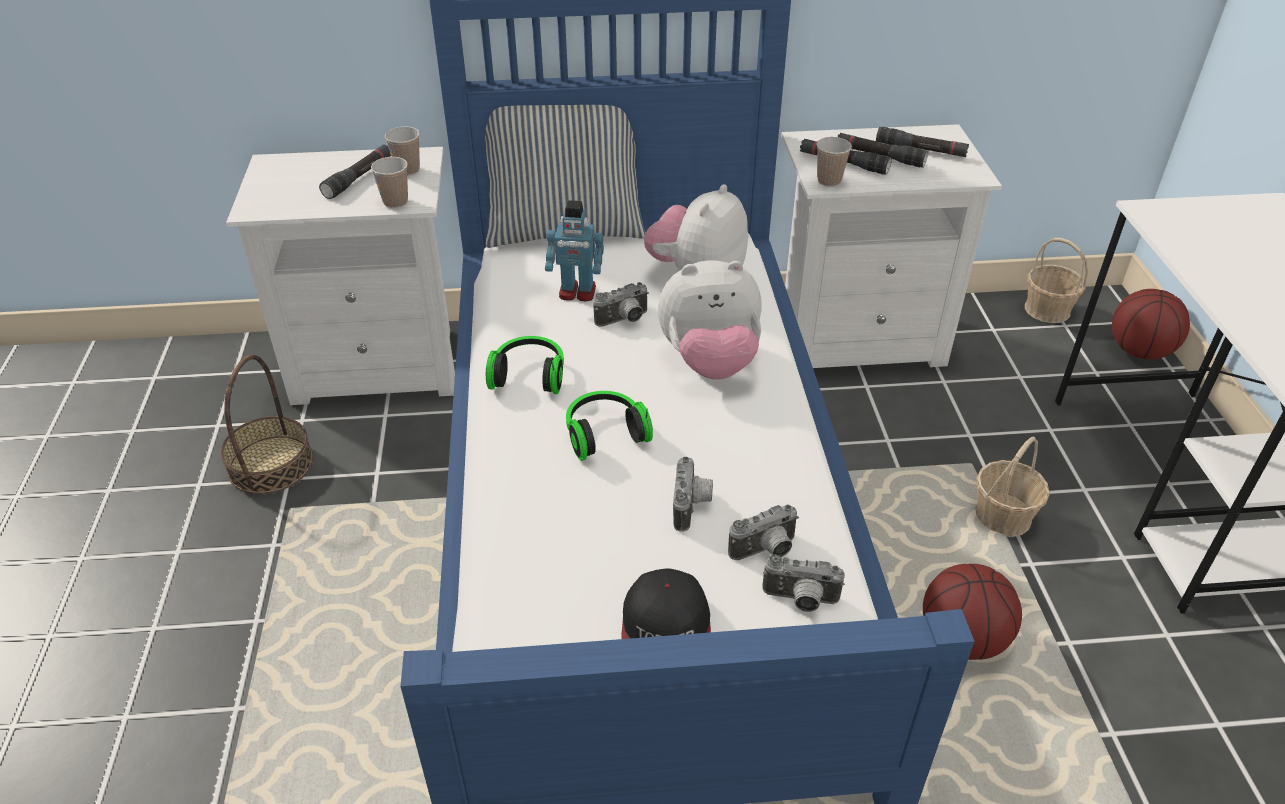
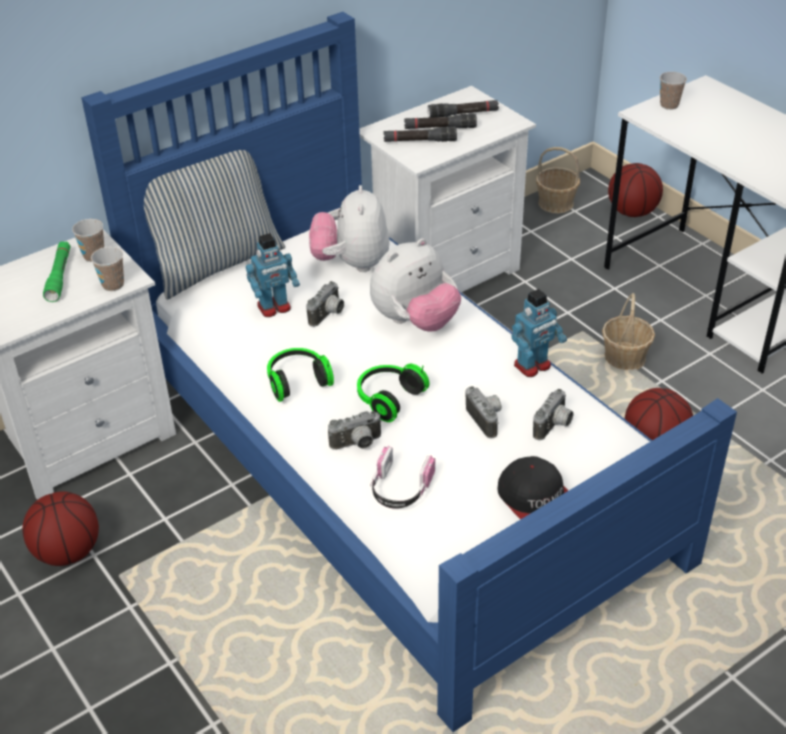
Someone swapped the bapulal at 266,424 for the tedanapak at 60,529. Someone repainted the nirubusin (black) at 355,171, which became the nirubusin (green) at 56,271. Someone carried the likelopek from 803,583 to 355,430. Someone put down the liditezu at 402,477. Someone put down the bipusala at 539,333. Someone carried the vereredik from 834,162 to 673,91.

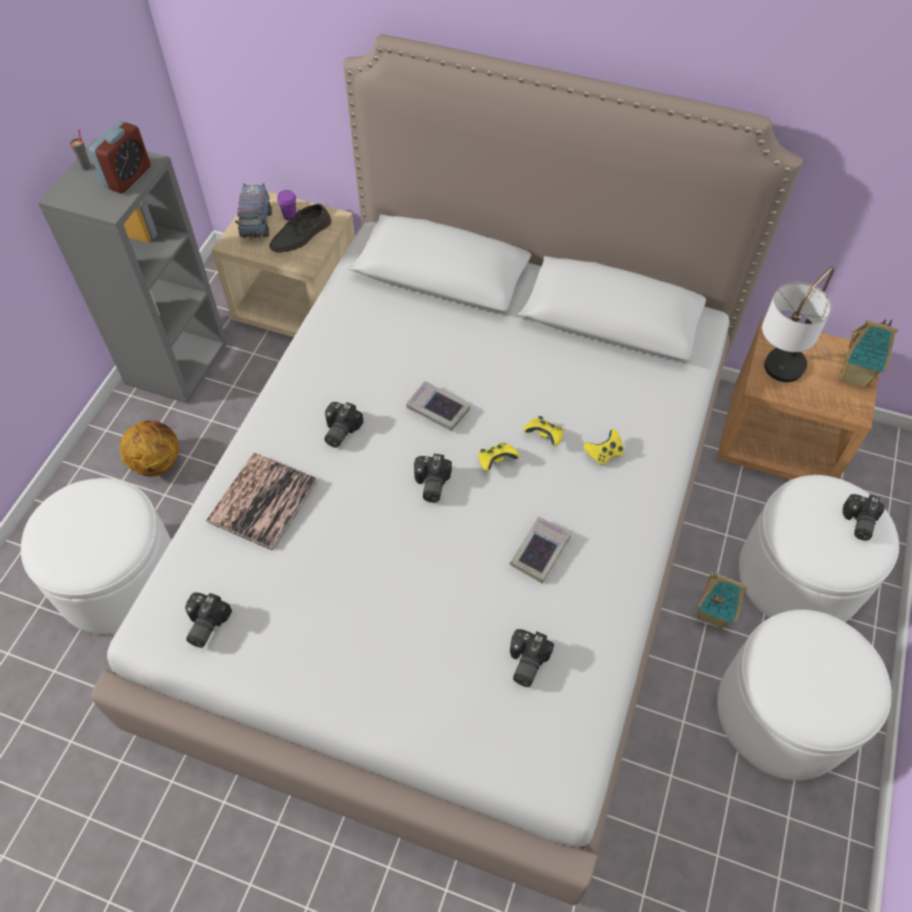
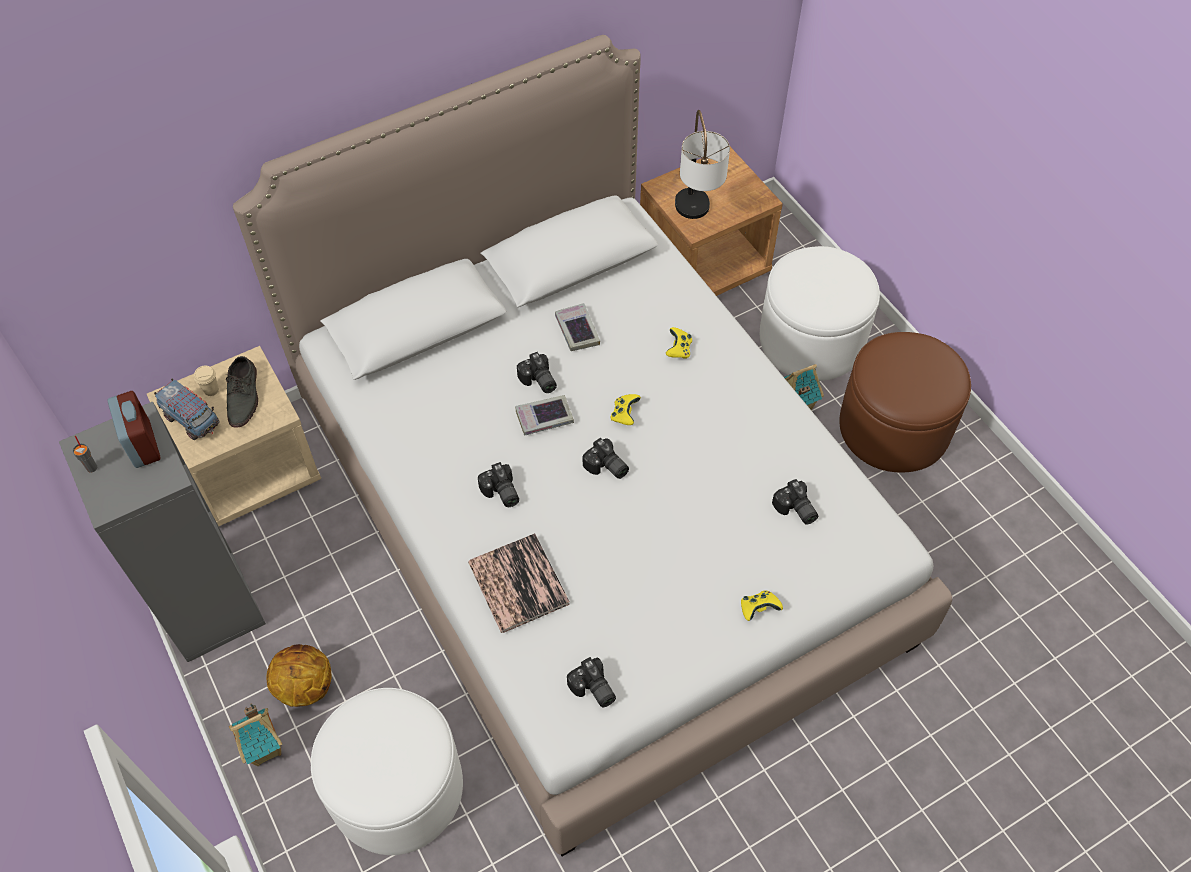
Someone repainted the vereredik (purple) at 286,205, which became the vereredik (beige) at 206,381. Someone carried the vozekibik from 869,353 to 255,734. Someone carried the likelopek from 864,517 to 537,372. Someone carried the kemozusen from 540,550 to 577,327. Someone carried the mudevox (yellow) from 543,431 to 762,605. Someone repainted the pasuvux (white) at 804,695, which became the pasuvux (brown) at 905,402.

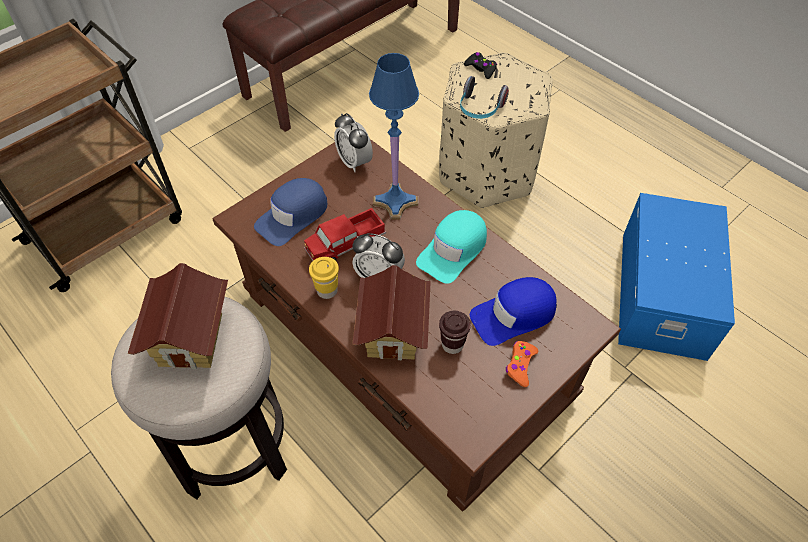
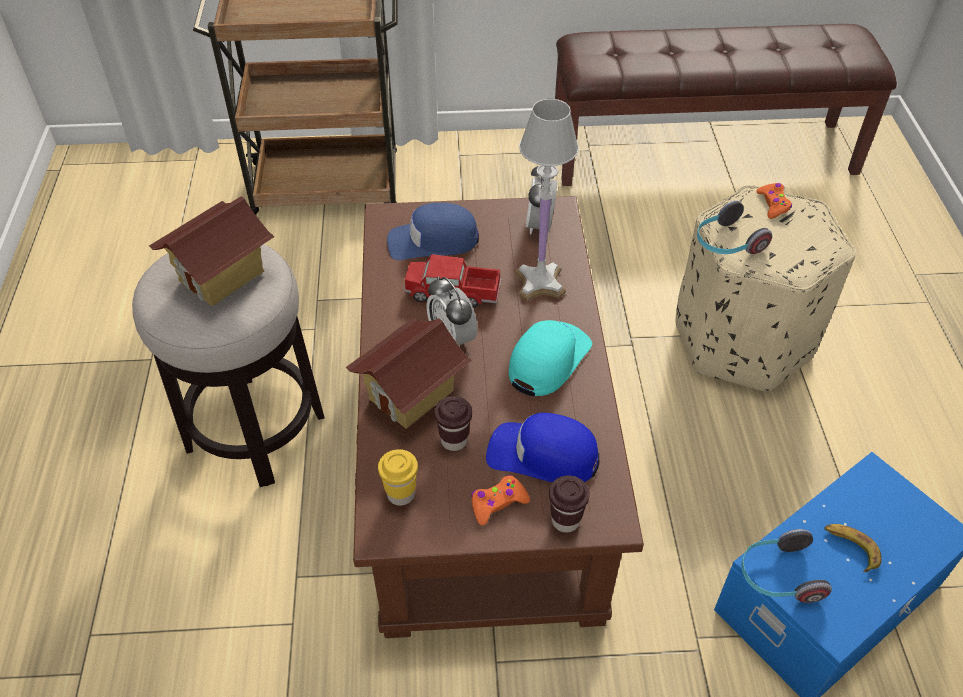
Someone carried the vereredik (yellow) from 324,278 to 398,477. Someone rotated the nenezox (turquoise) at 451,247 by 135 degrees clockwise. Someone repainted the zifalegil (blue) at 394,136, which became the zifalegil (white) at 547,200. Someone put down the vereredik (brown) at 569,503. Someone put down the liditezu at 786,566. Someone repainted the mudevox (black) at 480,65, which became the mudevox (orange) at 774,201. Someone put down the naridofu at 853,548.

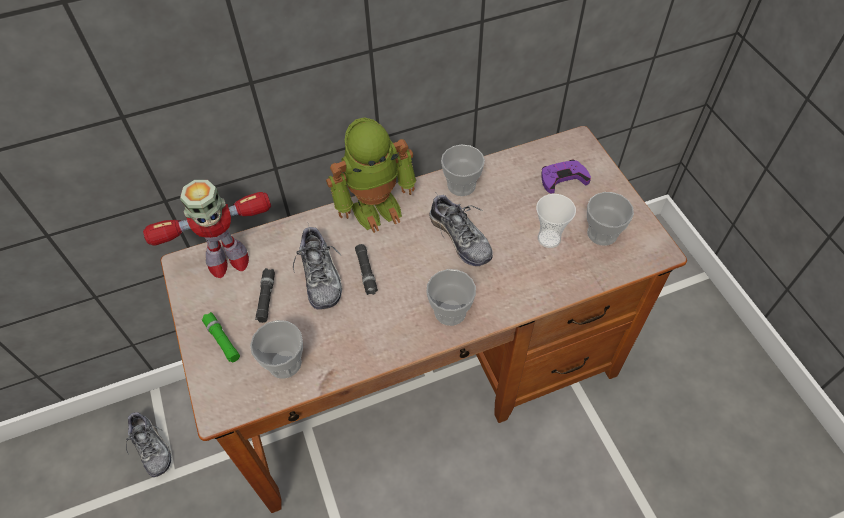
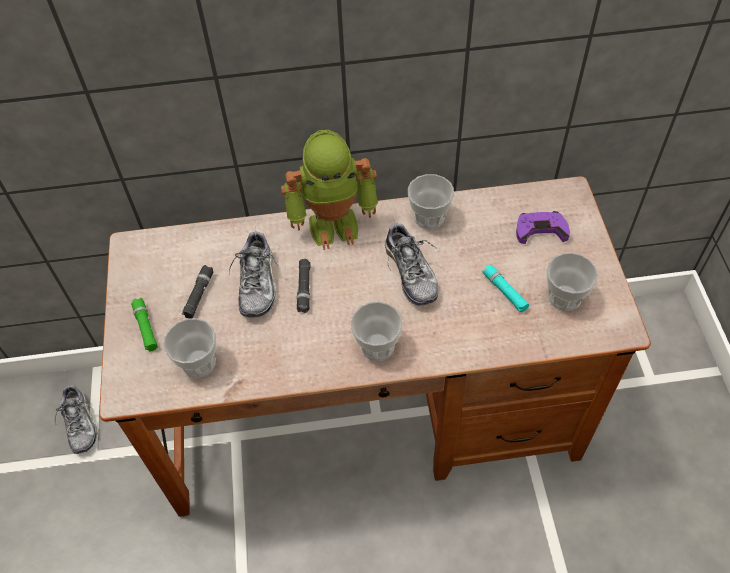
Someone swapped the vereredik at 556,221 for the nirubusin (turquoise) at 505,288. Someone took away the bipusala at 207,229.

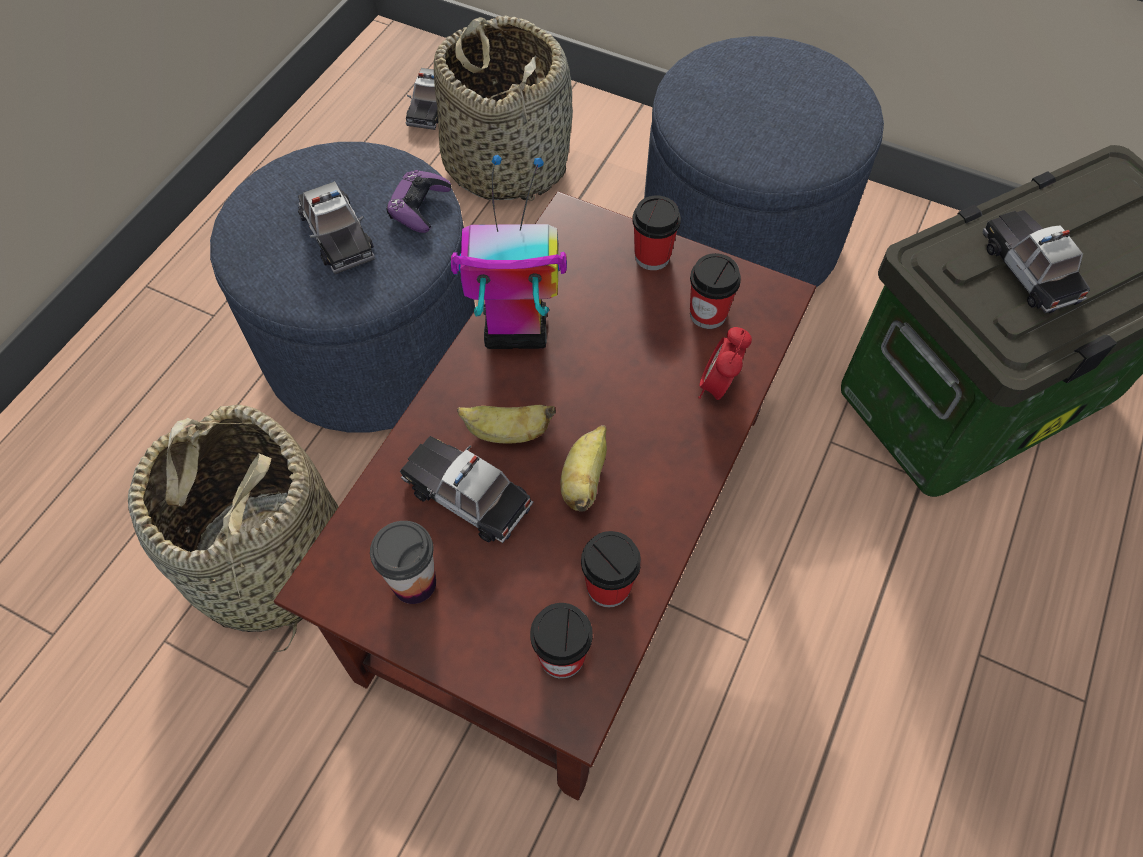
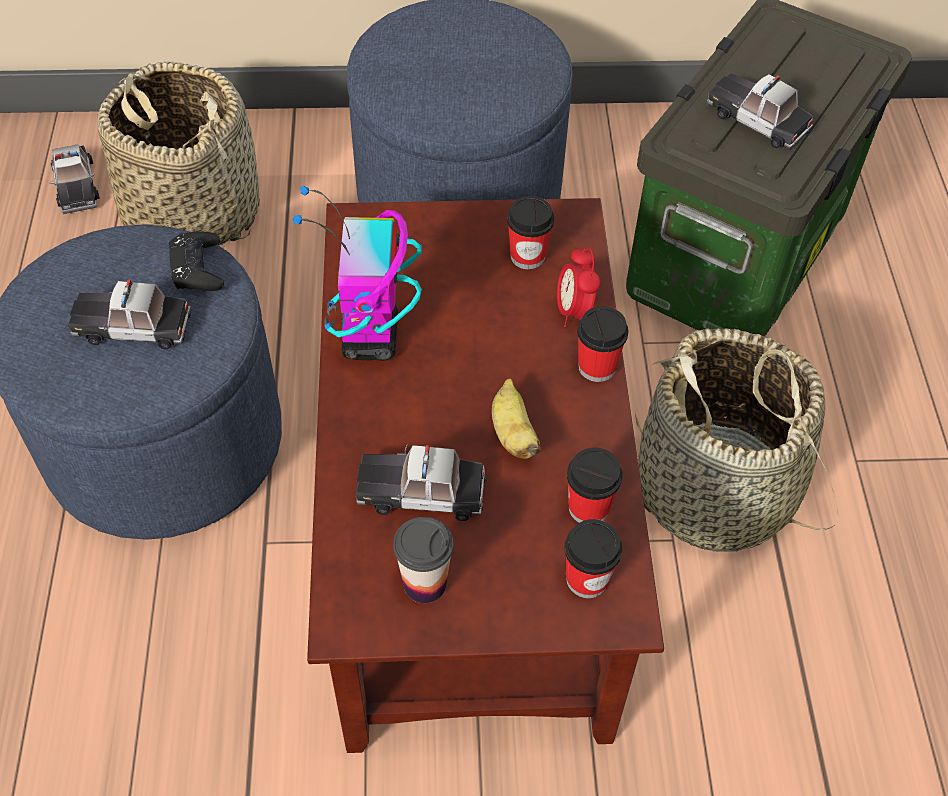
Someone rotated the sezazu at 336,227 by 150 degrees clockwise. Someone repainted the mudevox (purple) at 418,201, which became the mudevox (black) at 197,261. Someone rotated the bipusala at 509,252 by 60 degrees counterclockwise. Someone carried the vereredik from 656,233 to 602,344. Someone carried the bapulal from 233,528 to 736,440. Someone took away the naridofu at 506,424.

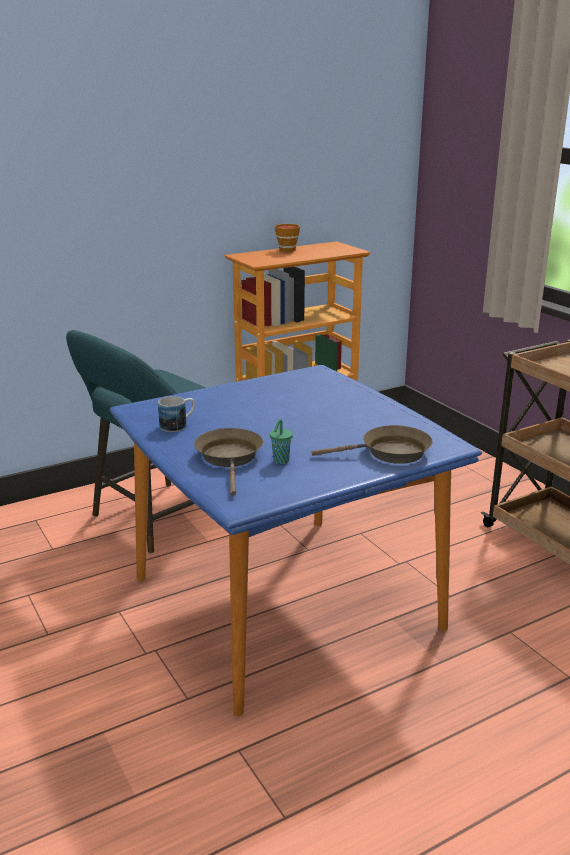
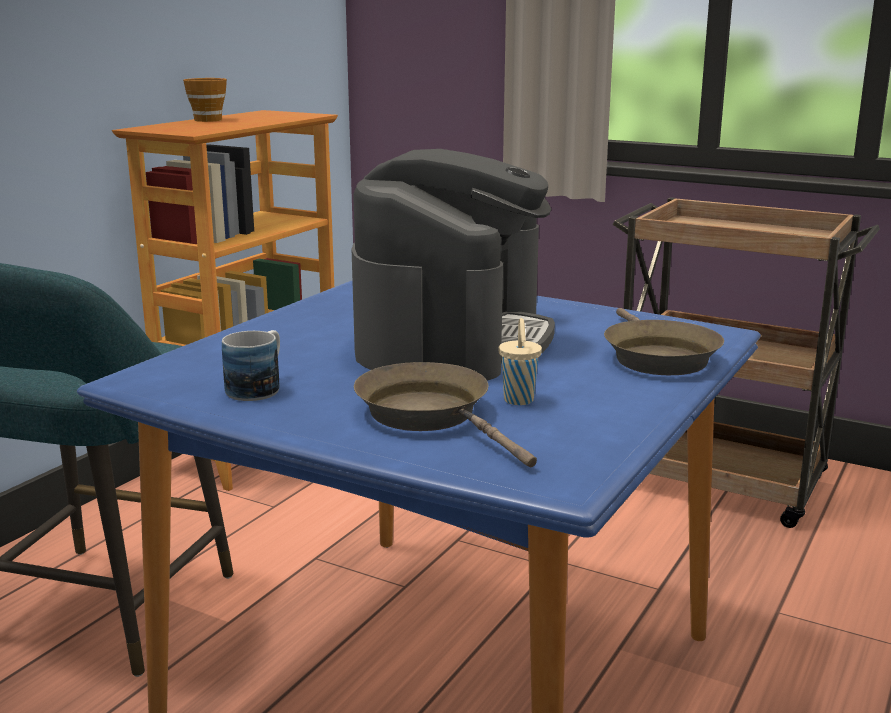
Someone put down the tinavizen at 453,265. Someone repainted the vereredik (green) at 281,441, which became the vereredik (beige) at 520,361. Someone rotated the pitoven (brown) at 372,444 by 120 degrees clockwise.

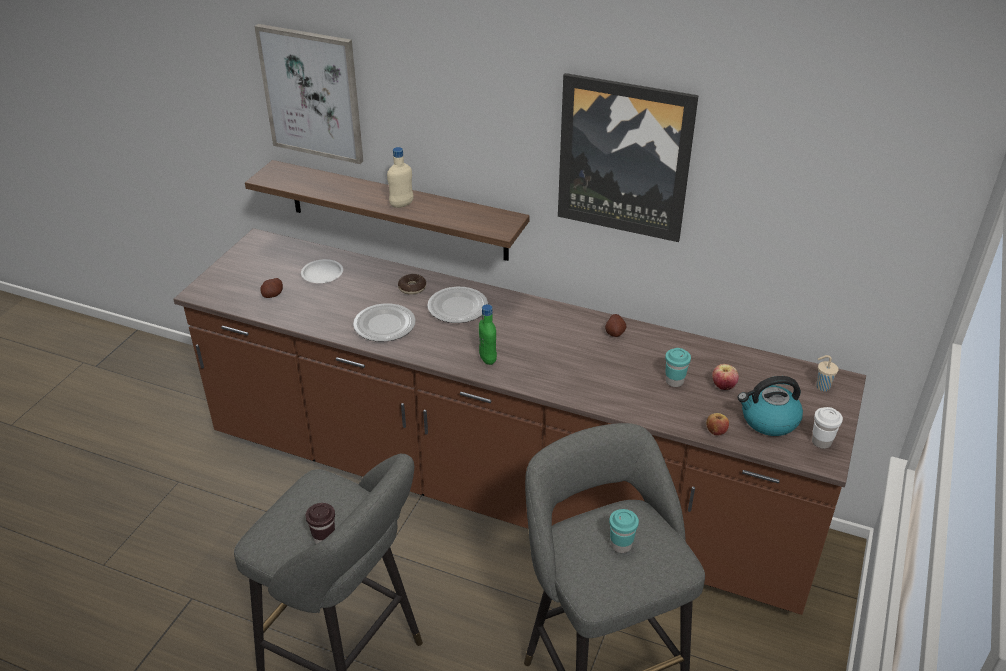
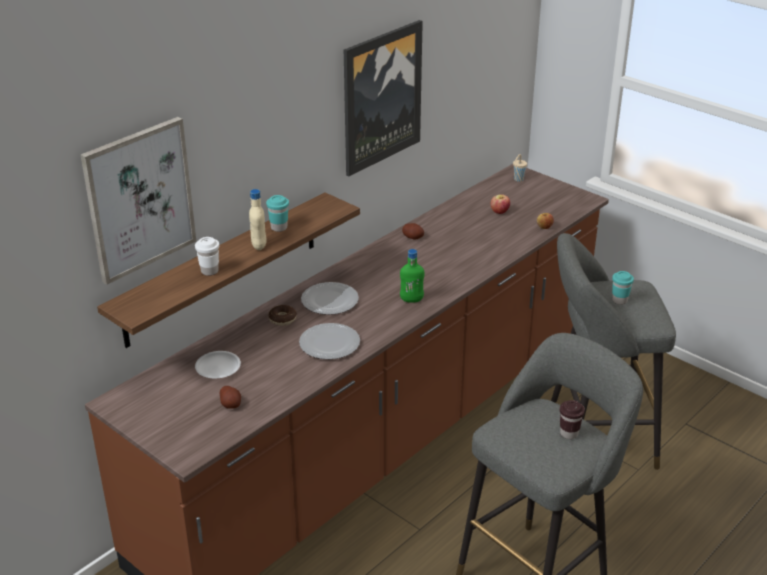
Someone carried the vereredik (white) from 827,428 to 207,256. Someone carried the vereredik (turquoise) from 678,367 to 277,213. Someone took away the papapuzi at 770,406.

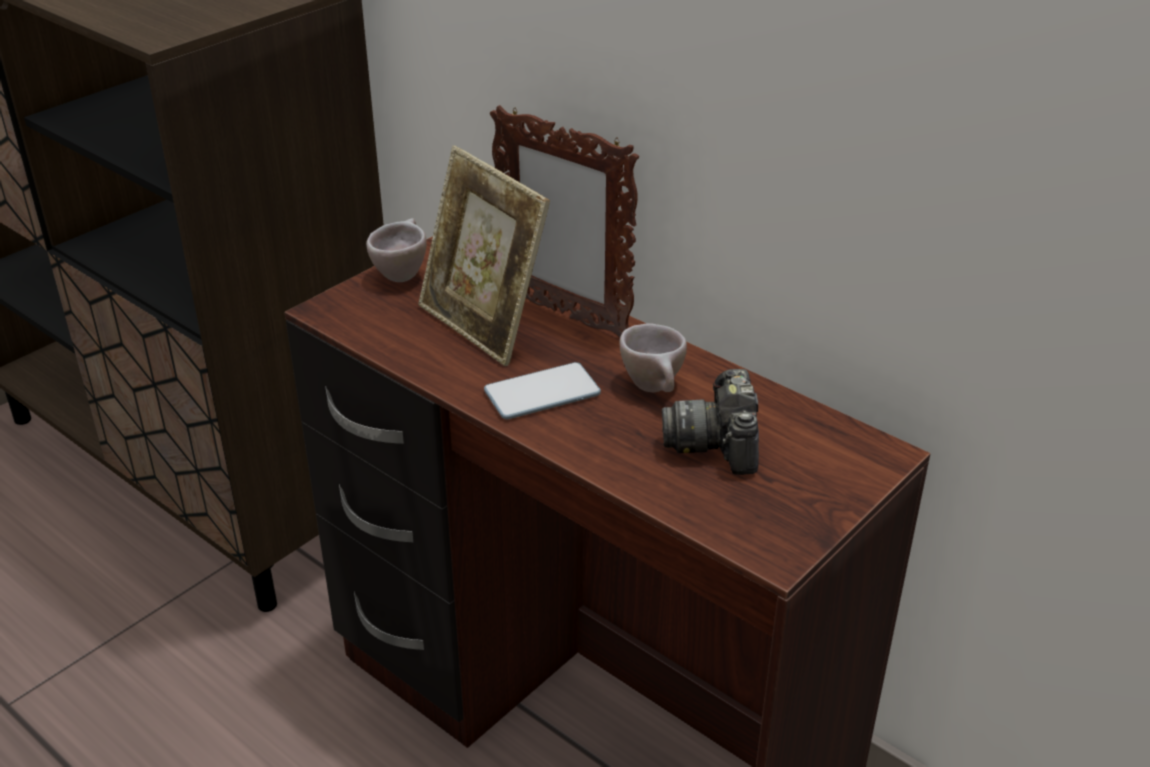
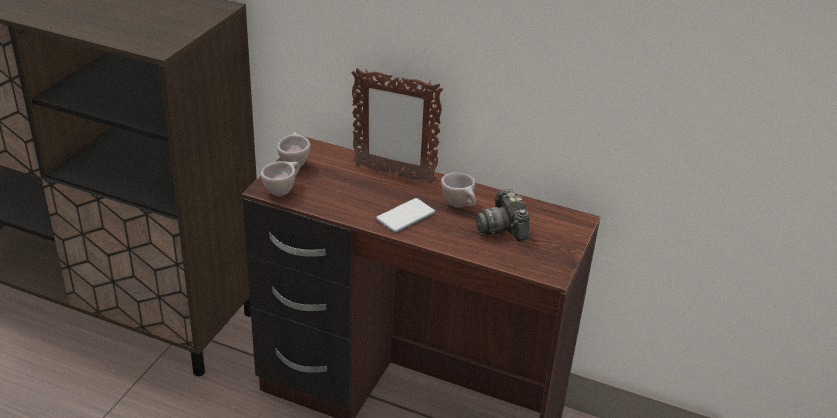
Someone put down the vereredik (beige) at 280,178. Someone took away the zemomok at 484,256.

